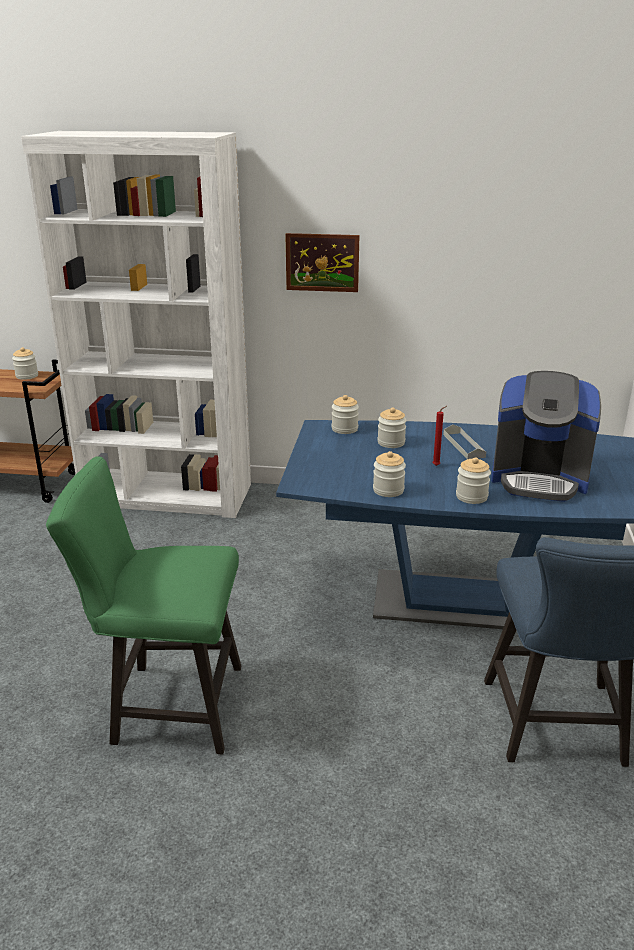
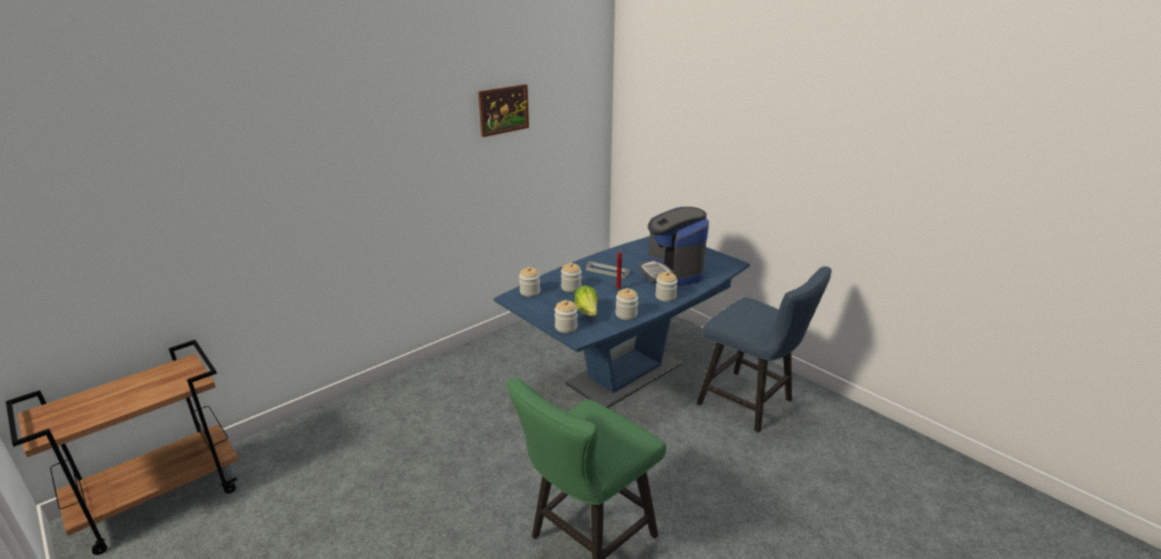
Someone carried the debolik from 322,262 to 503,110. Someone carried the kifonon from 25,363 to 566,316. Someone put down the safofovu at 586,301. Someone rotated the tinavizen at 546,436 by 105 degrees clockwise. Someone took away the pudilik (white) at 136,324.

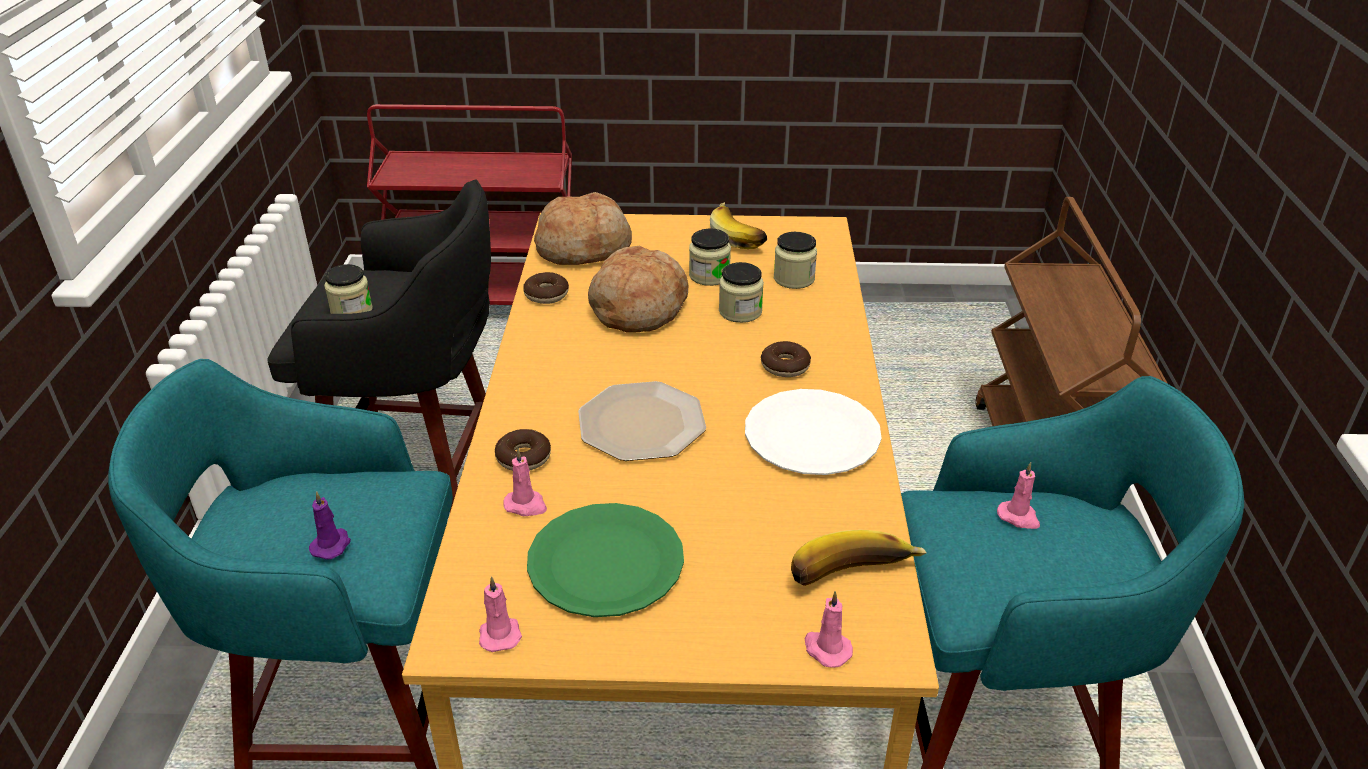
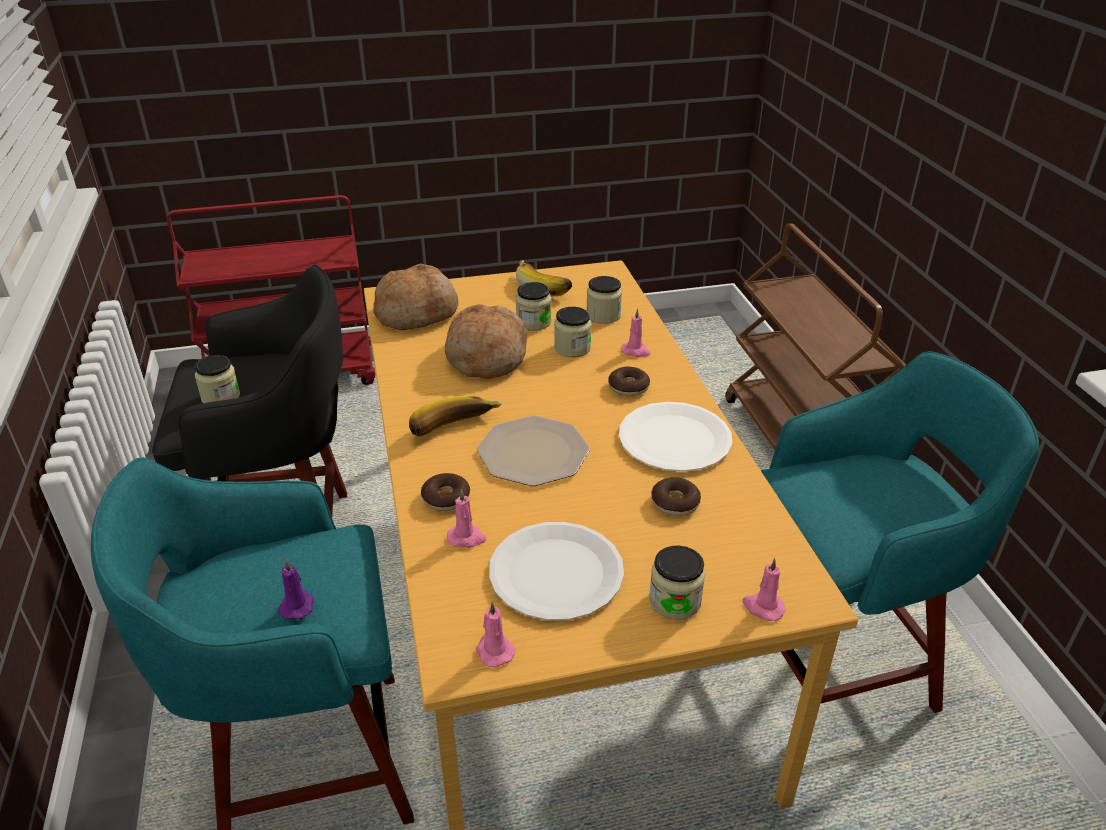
Someone carried the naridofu from 858,558 to 455,416. Someone repainted the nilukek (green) at 605,560, which became the nilukek (white) at 556,571. Someone carried the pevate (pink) from 1018,495 to 635,332. Someone put down the kifonon at 677,582. Someone carried the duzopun from 546,288 to 676,496.

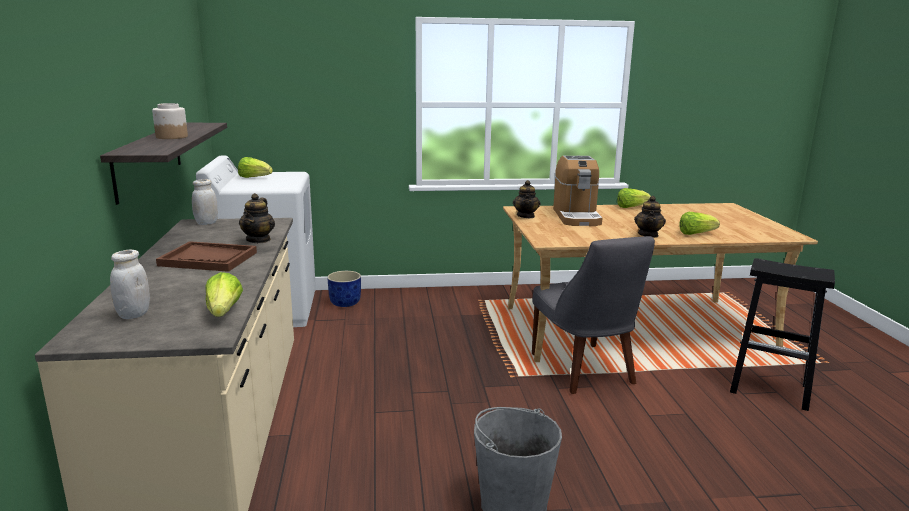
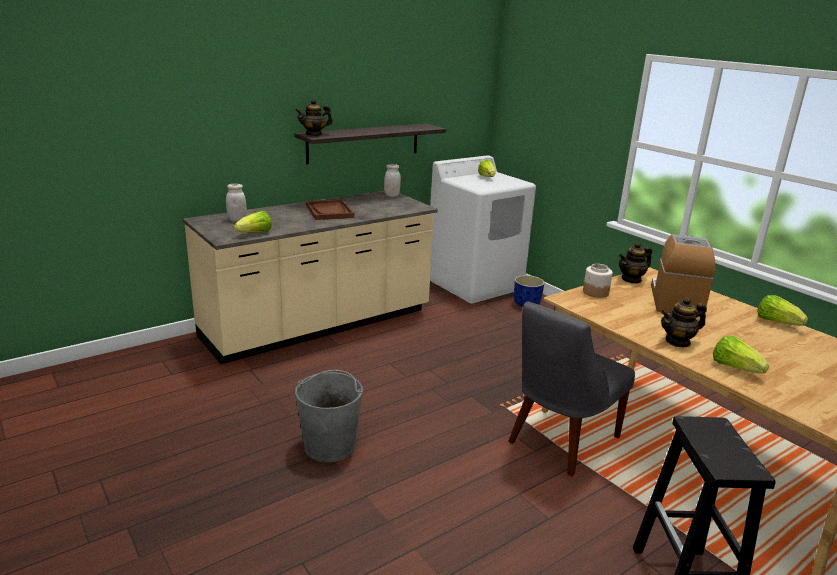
Someone carried the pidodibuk from 257,218 to 314,117. Someone carried the kifonon from 170,121 to 598,281. Someone rotated the tinavizen at 577,190 by 135 degrees clockwise.

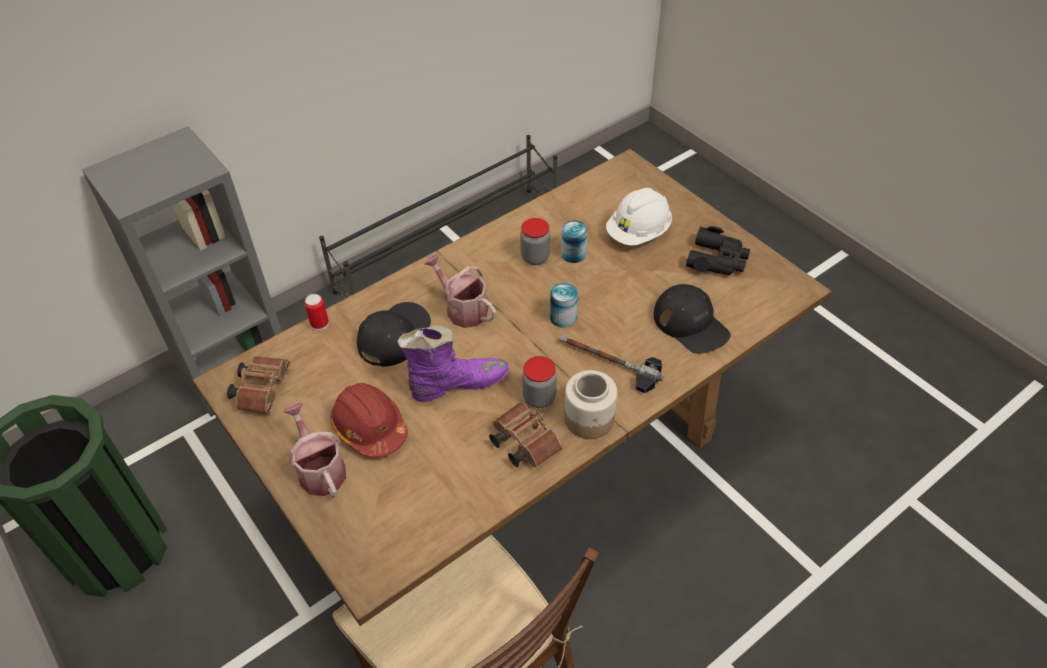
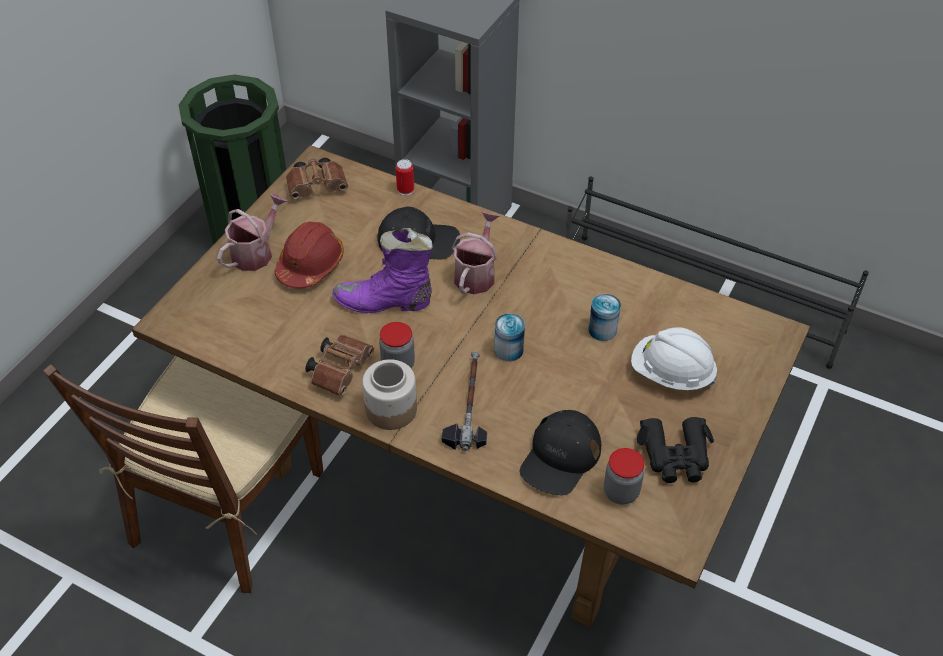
Someone rotated the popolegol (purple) at 453,363 by 135 degrees clockwise. Someone carried the kifonon from 535,241 to 624,476.

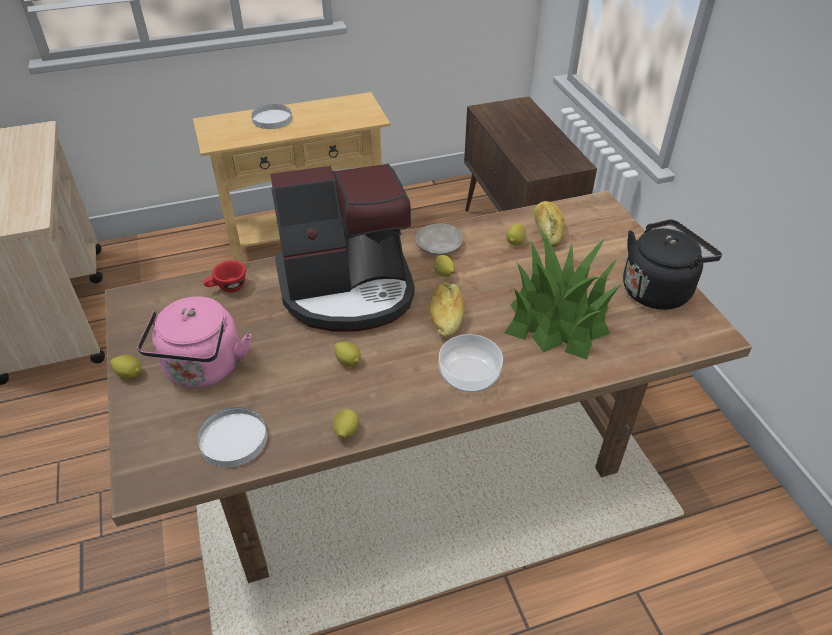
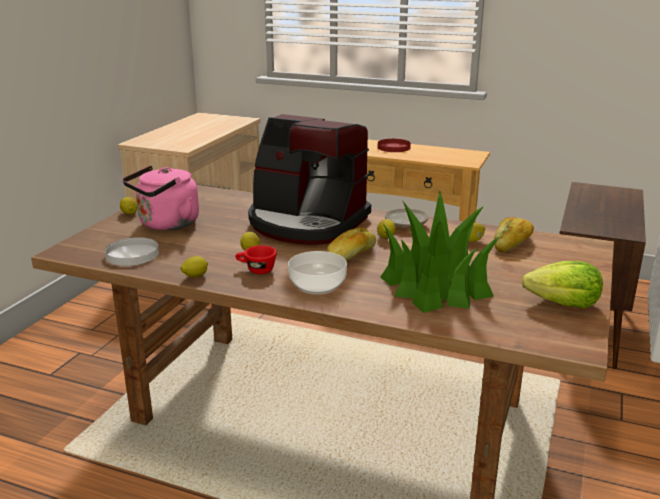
Someone carried the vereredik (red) from 225,276 to 256,259. Someone repainted the nilukek (white) at 271,116, which became the nilukek (red) at 394,145. Someone swapped the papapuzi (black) at 672,264 for the safofovu at 562,284.

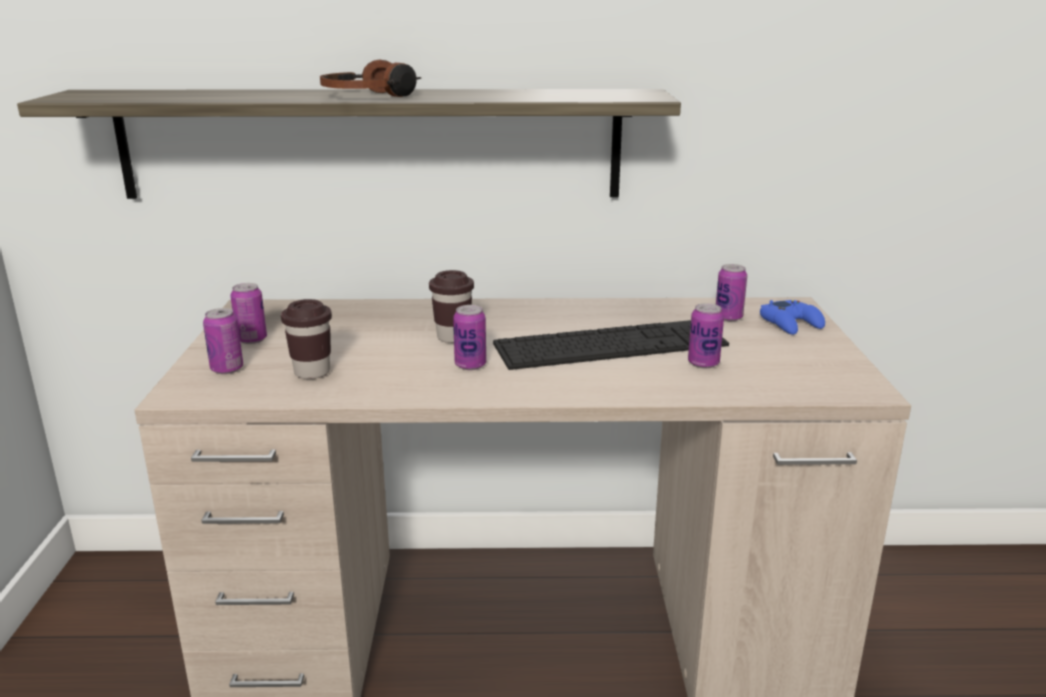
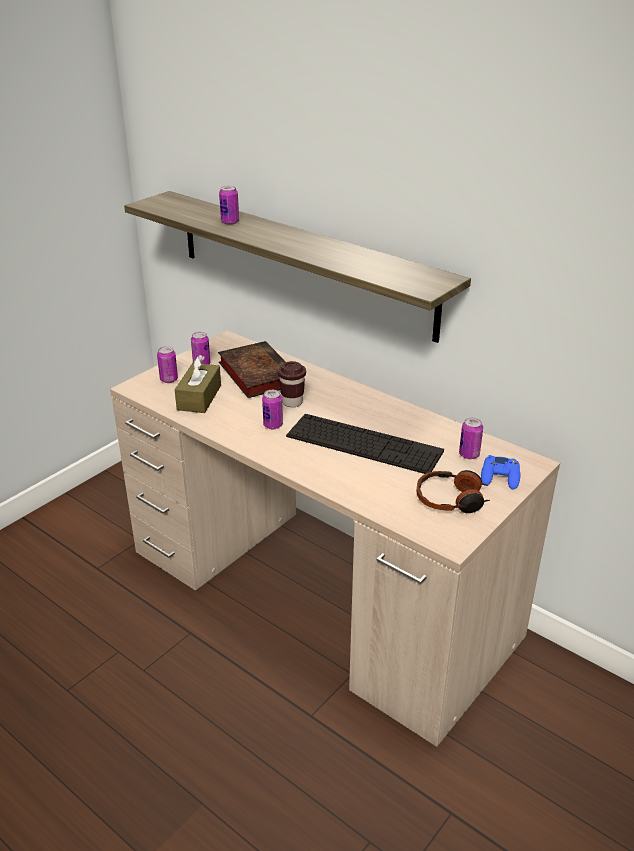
Someone swapped the vereredik (brown) at 306,339 for the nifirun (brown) at 198,384. Someone put down the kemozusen at 252,369. Someone carried the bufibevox from 706,335 to 229,205. Someone carried the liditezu from 370,78 to 453,491.

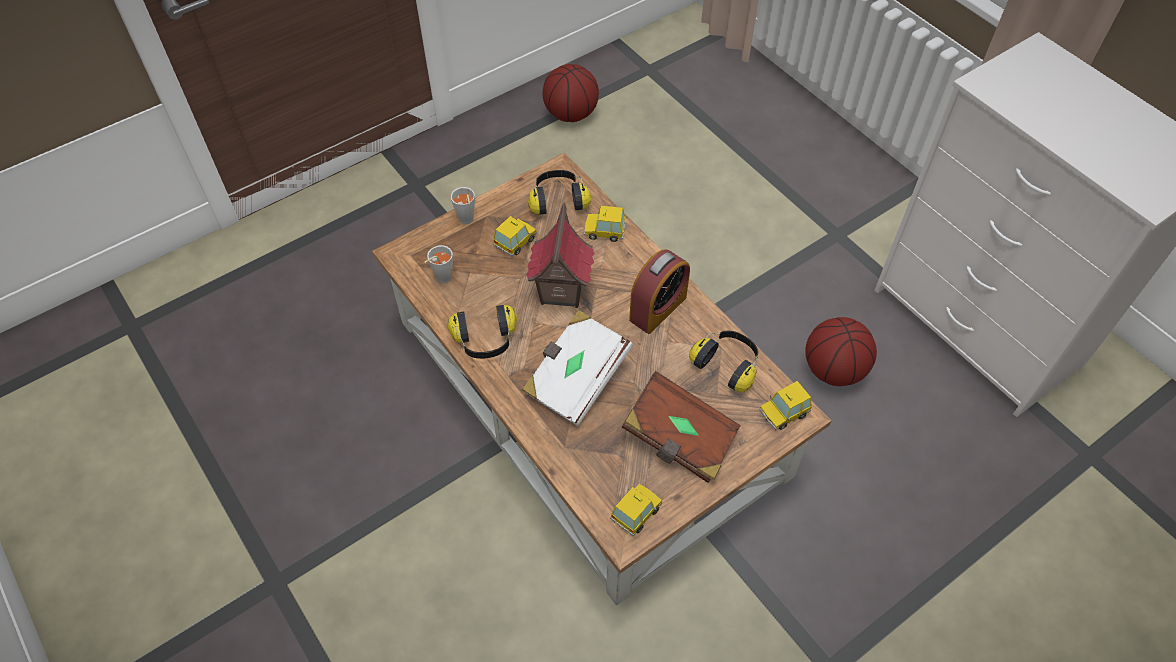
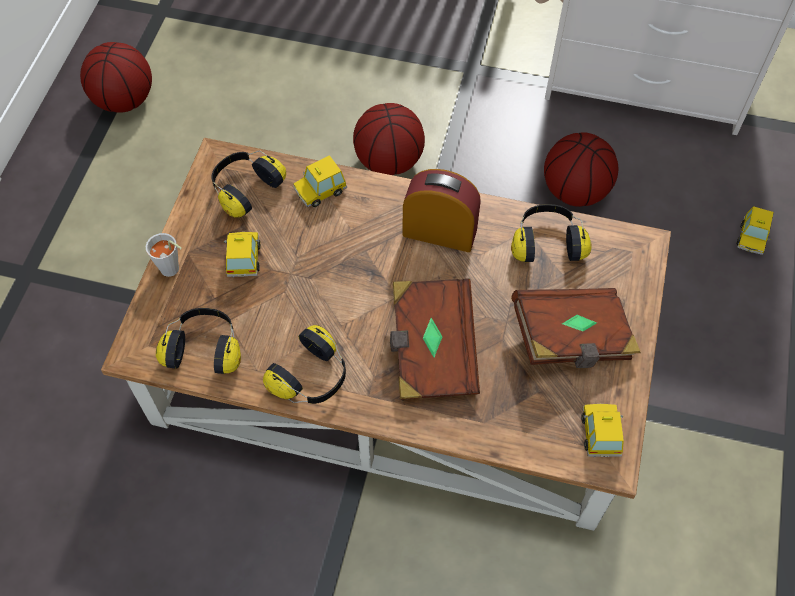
Someone swapped the vereredik (grey) at 438,264 for the liditezu at 198,341. Someone put down the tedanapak at 389,139. Someone repainted the kemozusen (white) at 577,368, which became the kemozusen (brown) at 435,339. Someone rotated the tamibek at 659,291 by 75 degrees counterclockwise. Someone carried the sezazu from 785,405 to 755,230. Someone took away the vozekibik at 560,255.

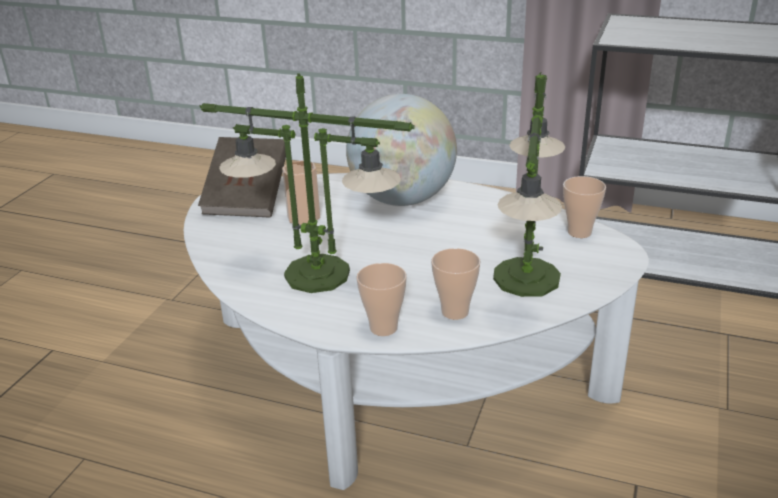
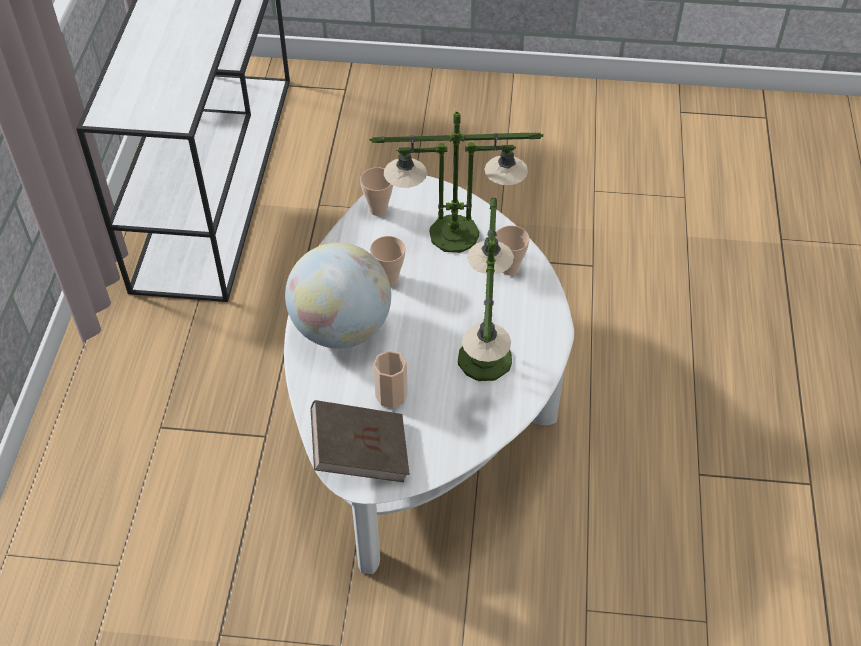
Someone carried the vereredik from 381,299 to 388,261.

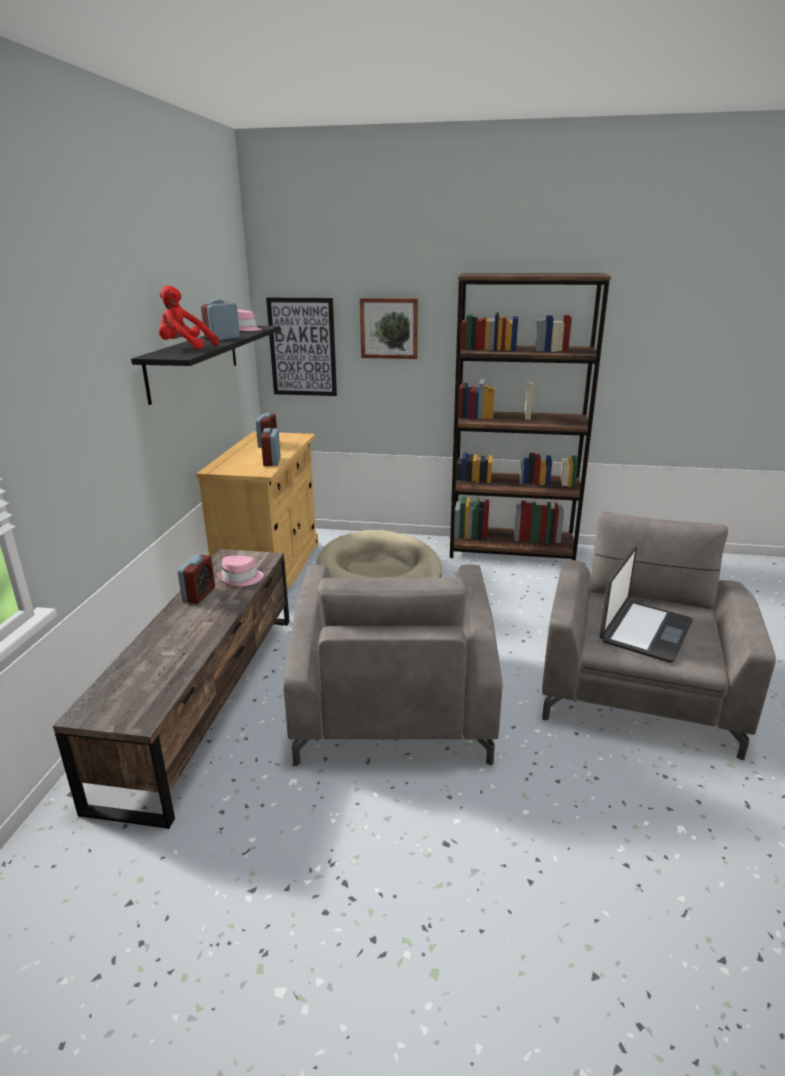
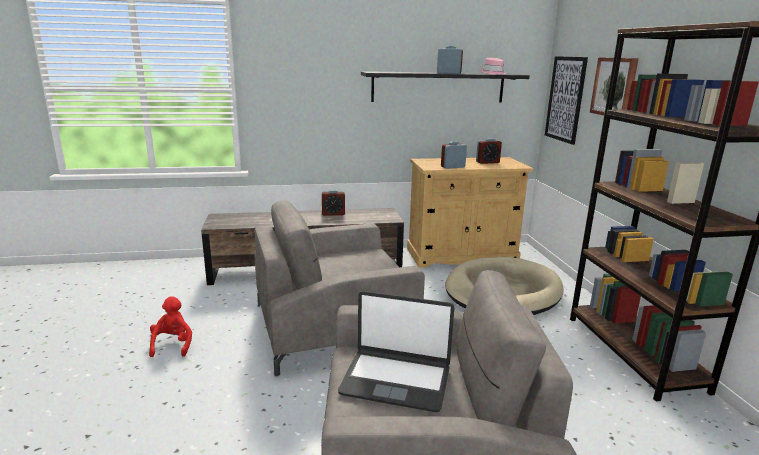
Someone carried the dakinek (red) from 189,317 to 170,327. Someone took away the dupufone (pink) at 240,571.

